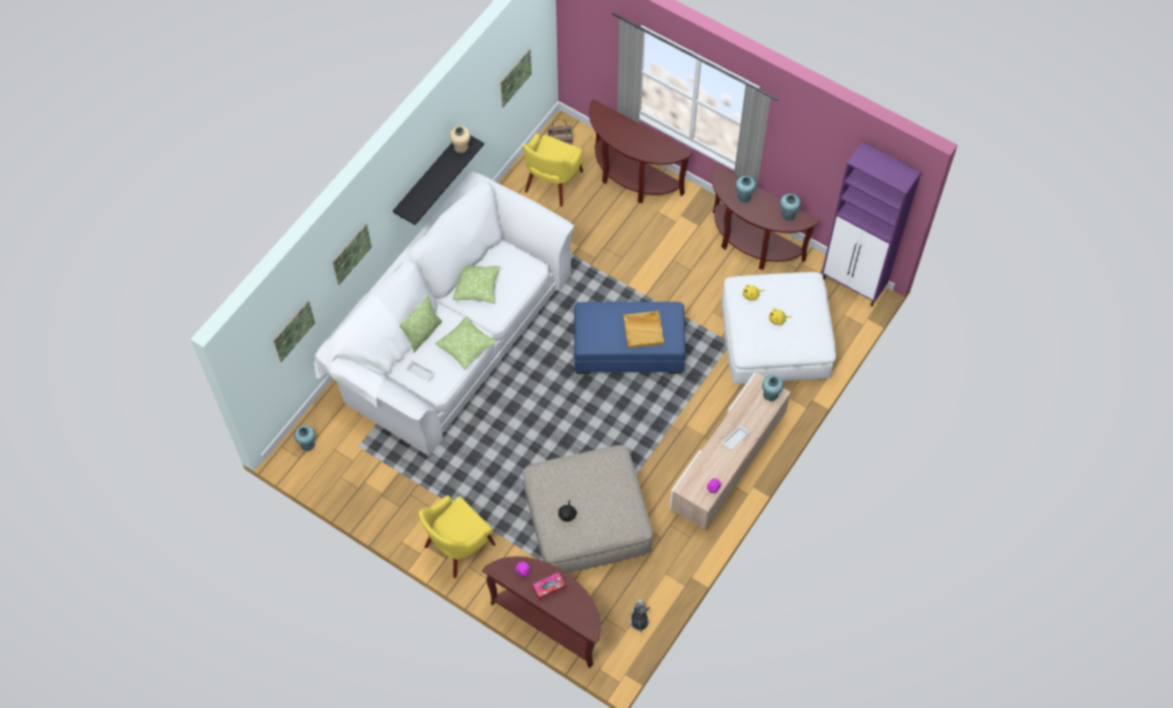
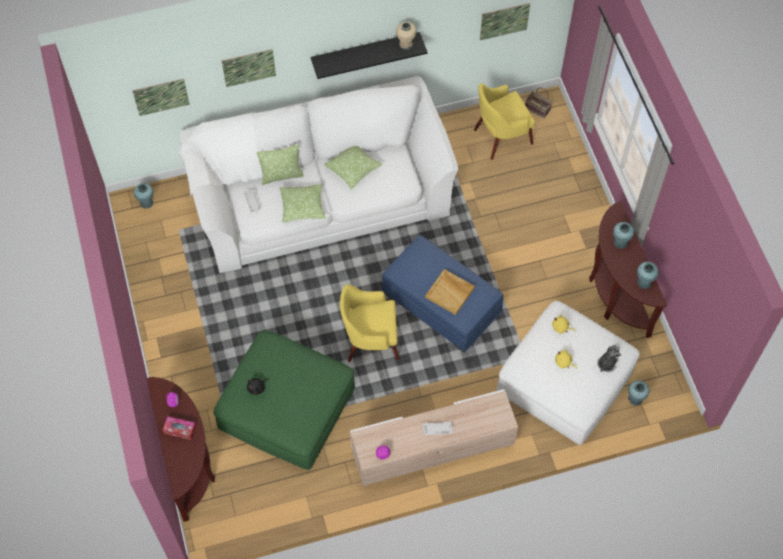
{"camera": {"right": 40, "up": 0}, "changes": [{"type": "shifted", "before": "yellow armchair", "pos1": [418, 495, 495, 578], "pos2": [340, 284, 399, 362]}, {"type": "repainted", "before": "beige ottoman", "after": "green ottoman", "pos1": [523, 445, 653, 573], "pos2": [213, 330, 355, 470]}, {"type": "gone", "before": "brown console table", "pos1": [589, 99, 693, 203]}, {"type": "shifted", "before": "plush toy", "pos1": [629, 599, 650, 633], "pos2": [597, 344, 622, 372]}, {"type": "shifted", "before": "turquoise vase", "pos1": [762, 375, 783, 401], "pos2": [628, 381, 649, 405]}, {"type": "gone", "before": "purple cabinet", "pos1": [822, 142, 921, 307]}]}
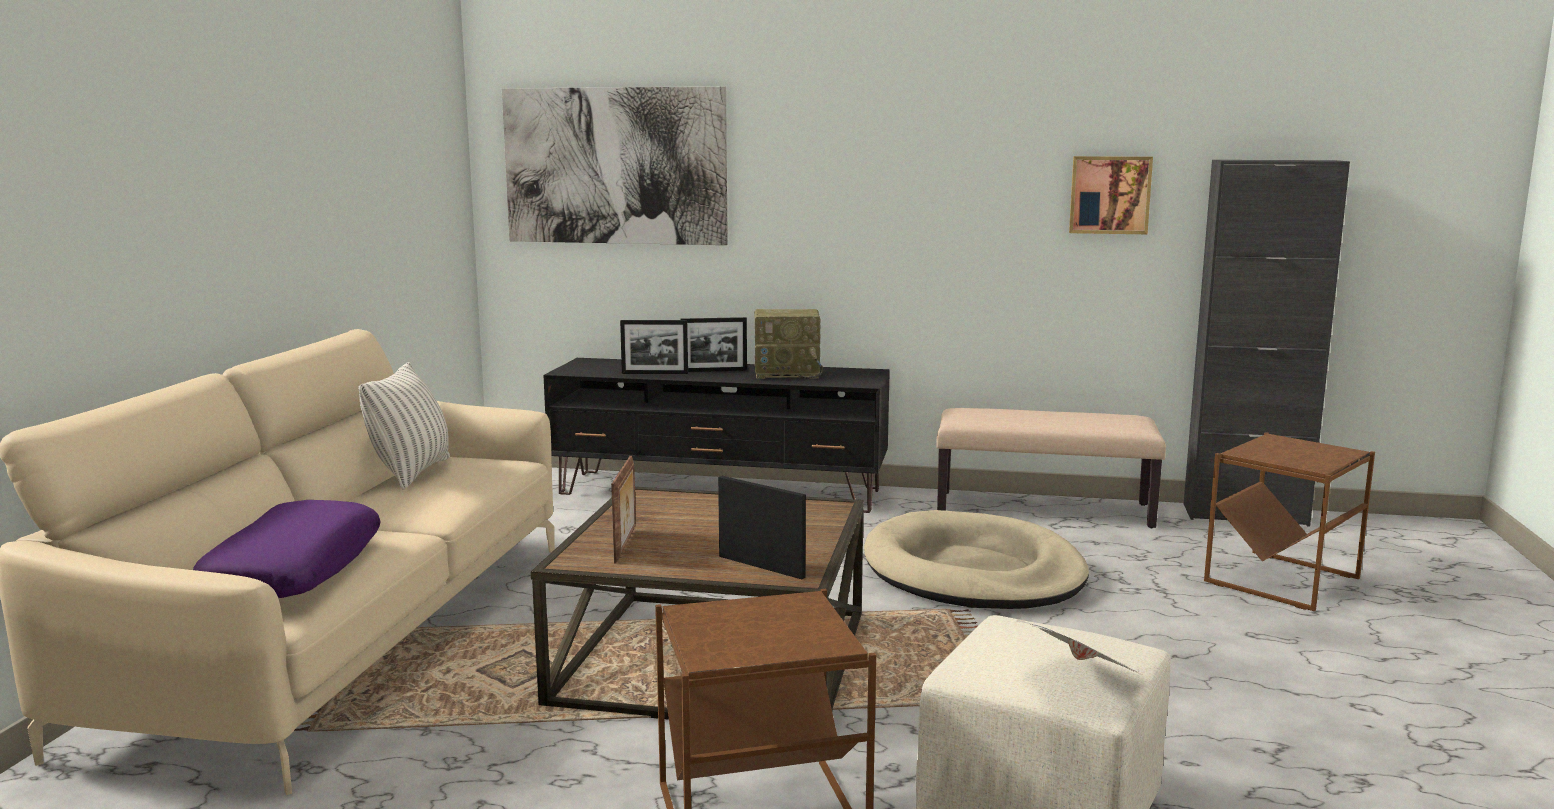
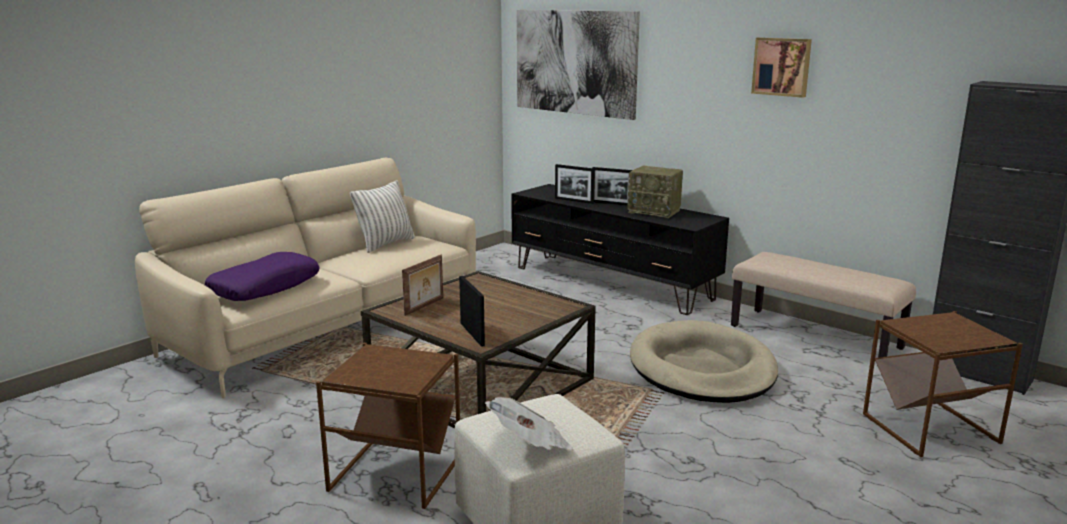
{"camera": {"right": 30, "up": 5}, "changes": [{"type": "shifted", "before": "picture", "pos1": [1069, 156, 1153, 234], "pos2": [751, 37, 812, 98]}]}
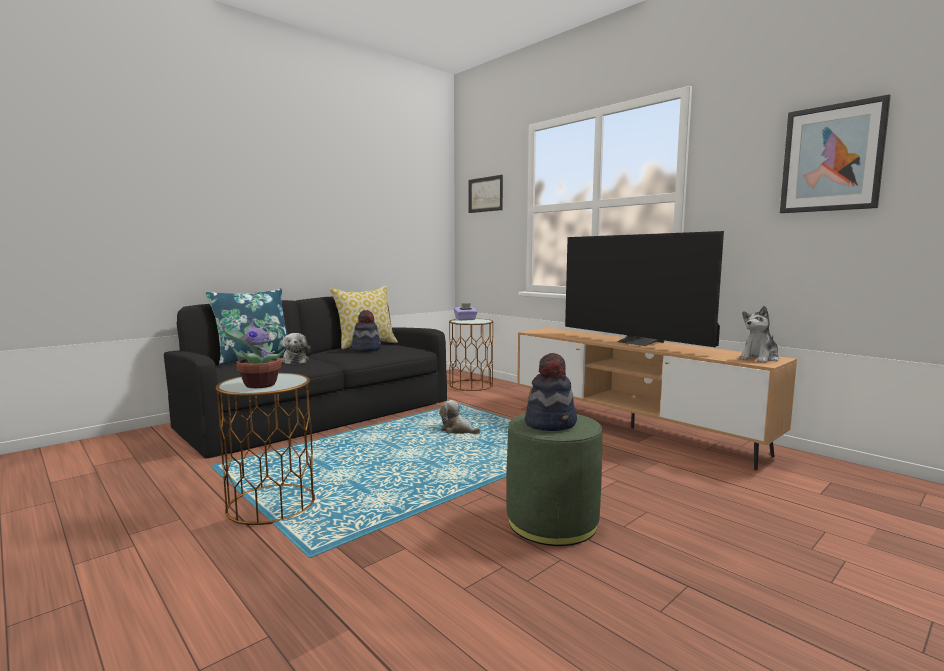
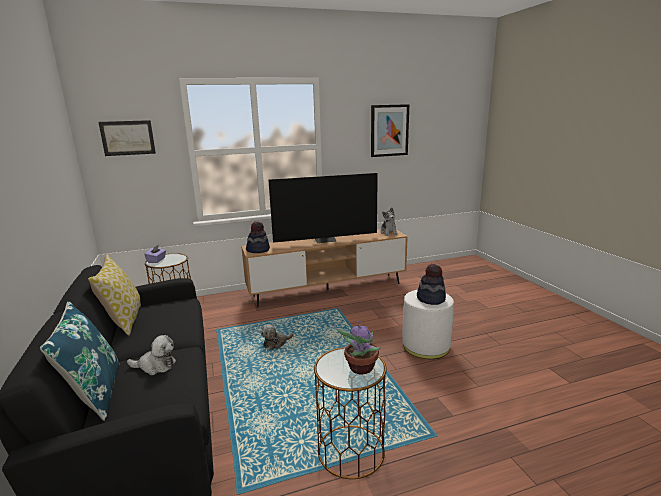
{"camera": {"right": -65, "up": 10}, "changes": [{"type": "shifted", "before": "hat", "pos1": [352, 310, 381, 352], "pos2": [246, 221, 270, 253]}, {"type": "repainted", "before": "green ottoman", "after": "white ottoman", "pos1": [507, 413, 602, 546], "pos2": [402, 290, 454, 359]}]}
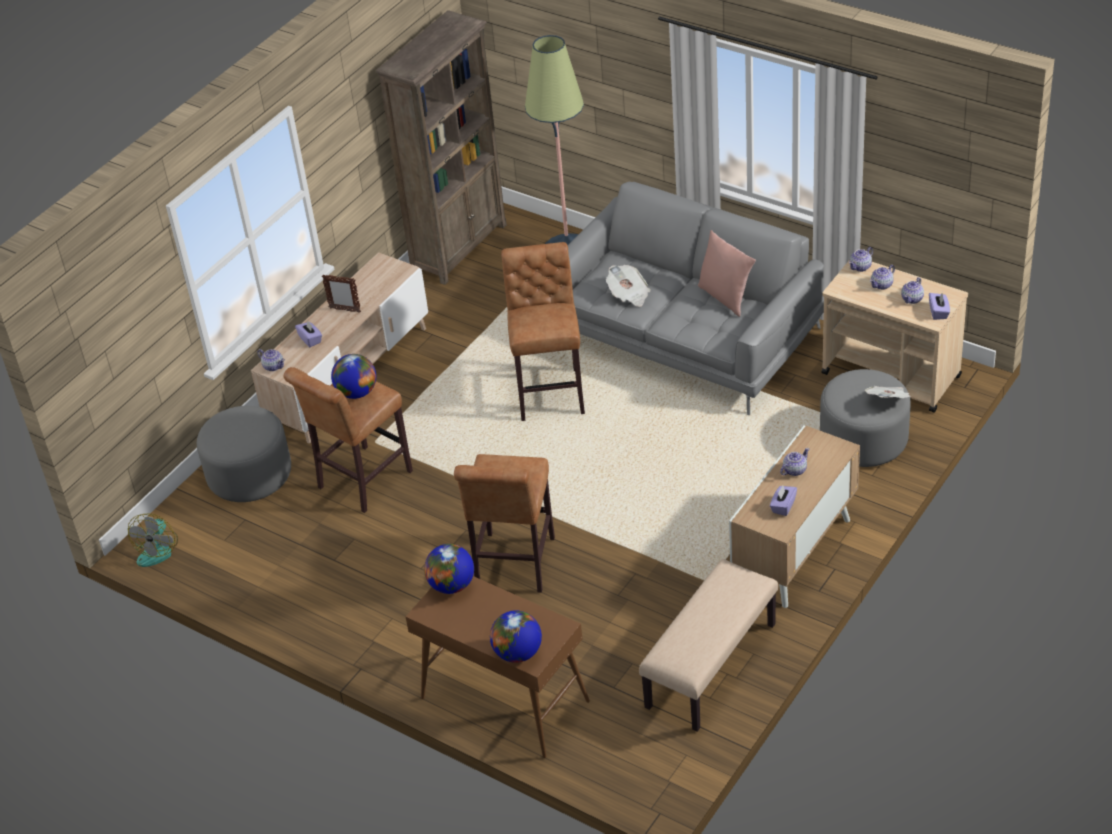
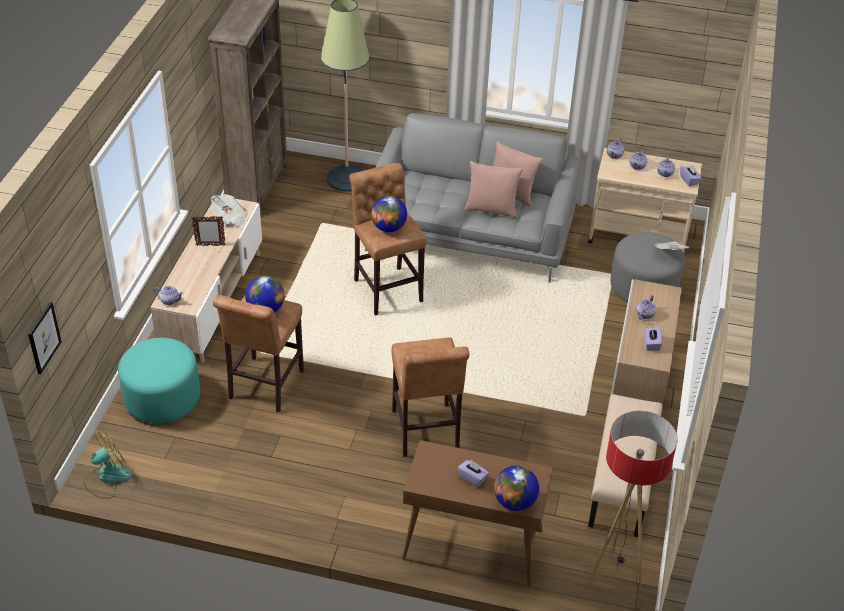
{"camera": {"right": -25, "up": 0}, "changes": [{"type": "rotated", "before": "fan", "pos1": [128, 513, 178, 567], "pos2": [83, 430, 132, 499], "turn": -120}, {"type": "repainted", "before": "grey ottoman", "after": "turquoise ottoman", "pos1": [197, 406, 291, 502], "pos2": [118, 338, 200, 424]}, {"type": "shifted", "before": "purple tissue box", "pos1": [295, 320, 322, 347], "pos2": [457, 460, 489, 487]}, {"type": "shifted", "before": "globe", "pos1": [424, 544, 474, 594], "pos2": [371, 196, 407, 232]}, {"type": "shifted", "before": "newspaper", "pos1": [606, 265, 650, 307], "pos2": [211, 194, 248, 227]}, {"type": "new", "after": "picture", "pos2": [28, 302, 62, 374]}, {"type": "new", "after": "pink pillow", "pos2": [465, 161, 523, 219]}, {"type": "new", "after": "floor lamp", "pos2": [588, 411, 678, 590]}]}
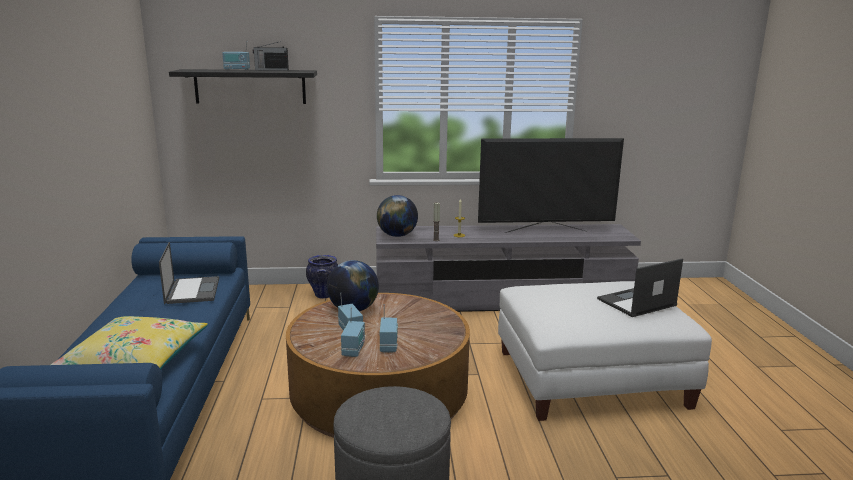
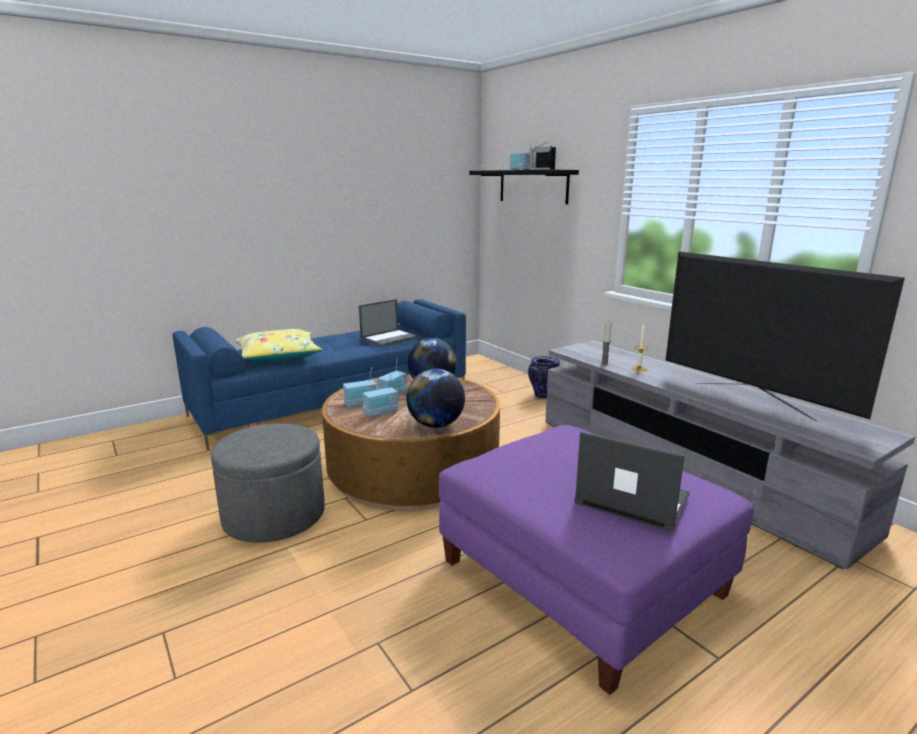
{"camera": {"right": 60, "up": 0}, "changes": [{"type": "shifted", "before": "globe", "pos1": [377, 195, 418, 237], "pos2": [406, 369, 465, 428]}, {"type": "repainted", "before": "white ottoman", "after": "purple ottoman", "pos1": [498, 281, 712, 421], "pos2": [439, 425, 754, 695]}]}
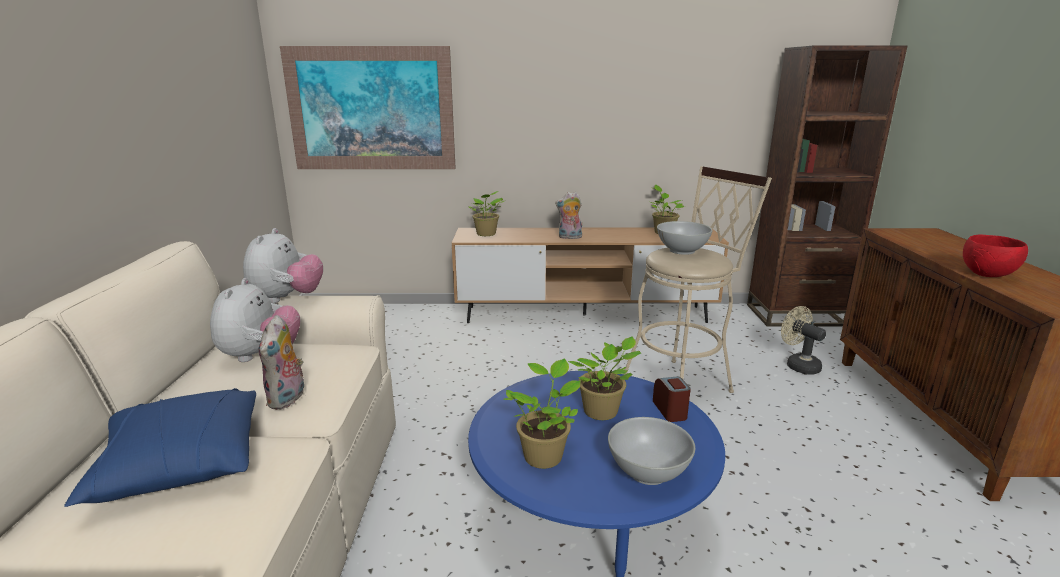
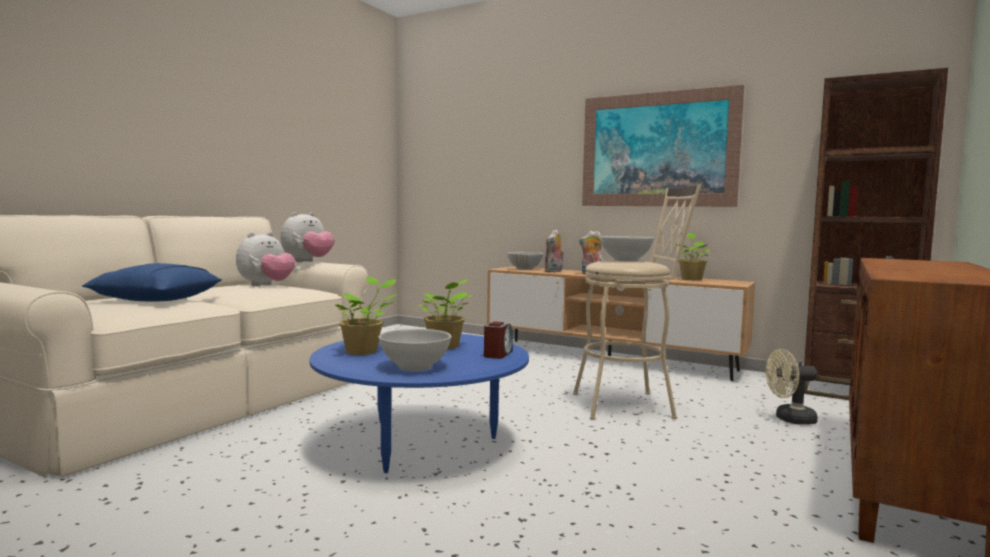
{"camera": {"right": 30, "up": -15}, "changes": [{"type": "shifted", "before": "plush toy", "pos1": [259, 315, 304, 410], "pos2": [545, 229, 564, 273]}, {"type": "shifted", "before": "picture", "pos1": [280, 46, 456, 169], "pos2": [582, 85, 744, 207]}, {"type": "swapped", "before": "potted plant", "after": "white bowl", "pos1": [468, 191, 504, 236], "pos2": [507, 252, 544, 270]}, {"type": "rotated", "before": "beige fan", "pos1": [781, 306, 826, 374], "pos2": [766, 349, 818, 425], "turn": -90}, {"type": "gone", "before": "red bowl", "pos1": [963, 235, 1028, 277]}]}
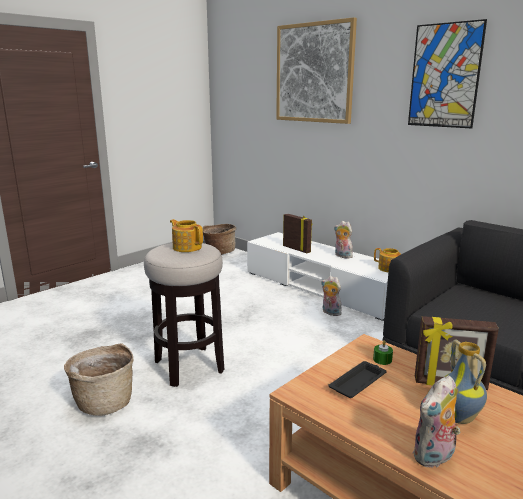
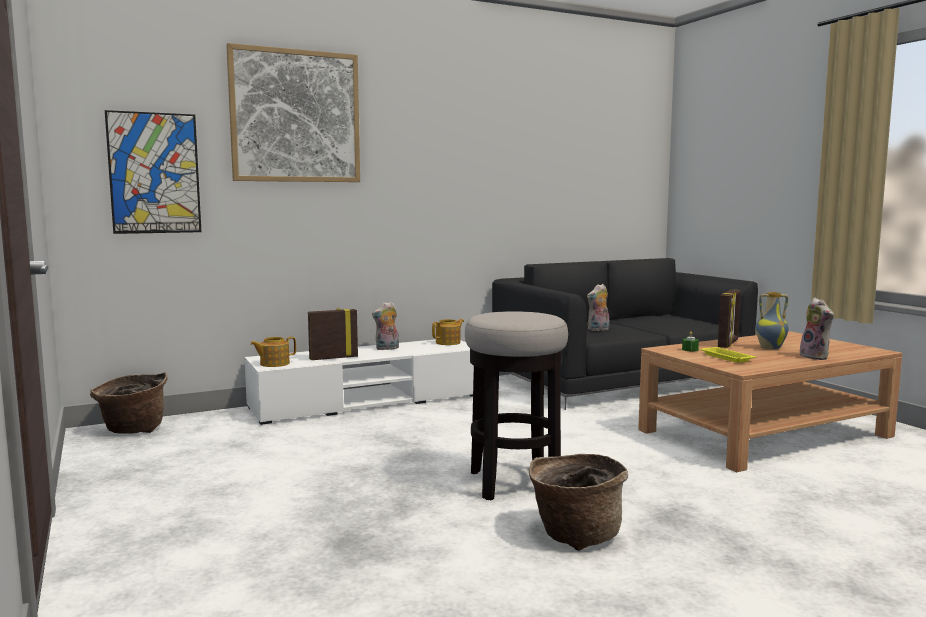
{"camera": {"right": -70, "up": -10}, "changes": [{"type": "shifted", "before": "teapot", "pos1": [170, 219, 203, 252], "pos2": [250, 337, 296, 367]}, {"type": "shifted", "before": "plush toy", "pos1": [321, 276, 342, 316], "pos2": [587, 284, 609, 331]}, {"type": "repainted", "before": "black tray", "after": "yellow tray", "pos1": [328, 361, 387, 398], "pos2": [700, 347, 756, 363]}, {"type": "shifted", "before": "picture", "pos1": [408, 19, 487, 129], "pos2": [105, 110, 201, 234]}]}
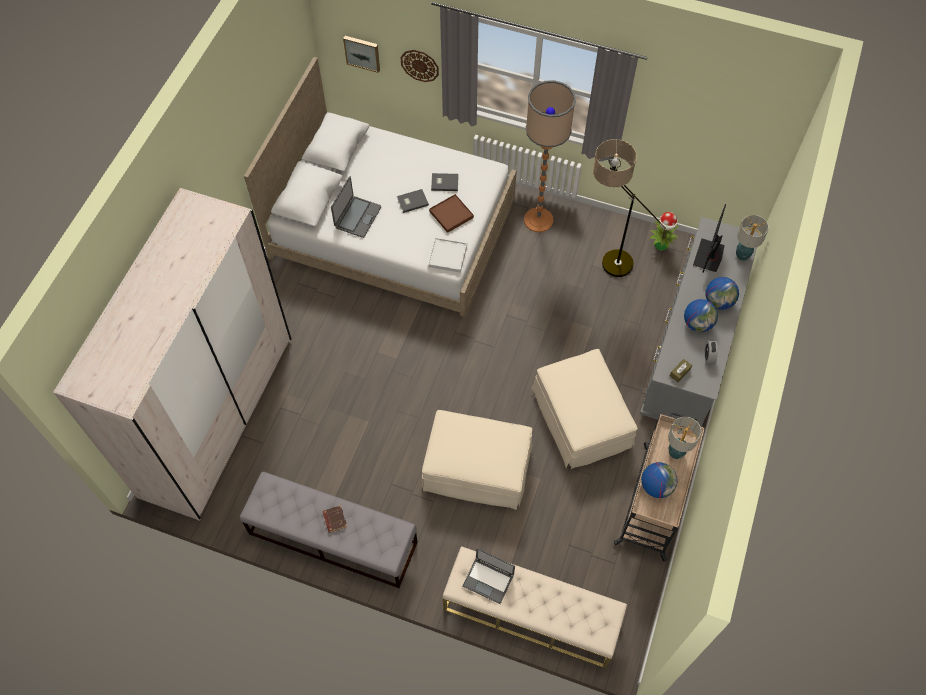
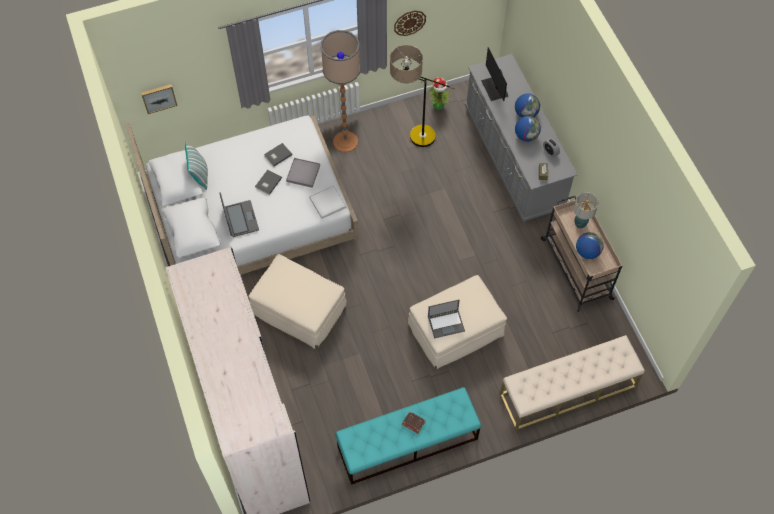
{"camera": {"right": -40, "up": 0}, "changes": [{"type": "repainted", "before": "grey bench", "after": "turquoise bench", "pos1": [240, 472, 417, 588], "pos2": [336, 387, 481, 485]}, {"type": "shifted", "before": "wall clock", "pos1": [400, 50, 439, 82], "pos2": [394, 10, 426, 36]}, {"type": "repainted", "before": "brown tray", "after": "grey tray", "pos1": [429, 194, 474, 233], "pos2": [286, 158, 320, 188]}, {"type": "shifted", "before": "laptop", "pos1": [462, 548, 515, 604], "pos2": [428, 299, 465, 339]}, {"type": "shifted", "before": "beige ottoman", "pos1": [532, 349, 638, 469], "pos2": [249, 254, 347, 349]}, {"type": "gone", "before": "table lamp", "pos1": [736, 215, 769, 261]}, {"type": "new", "after": "pillow", "pos2": [185, 141, 208, 190]}]}
